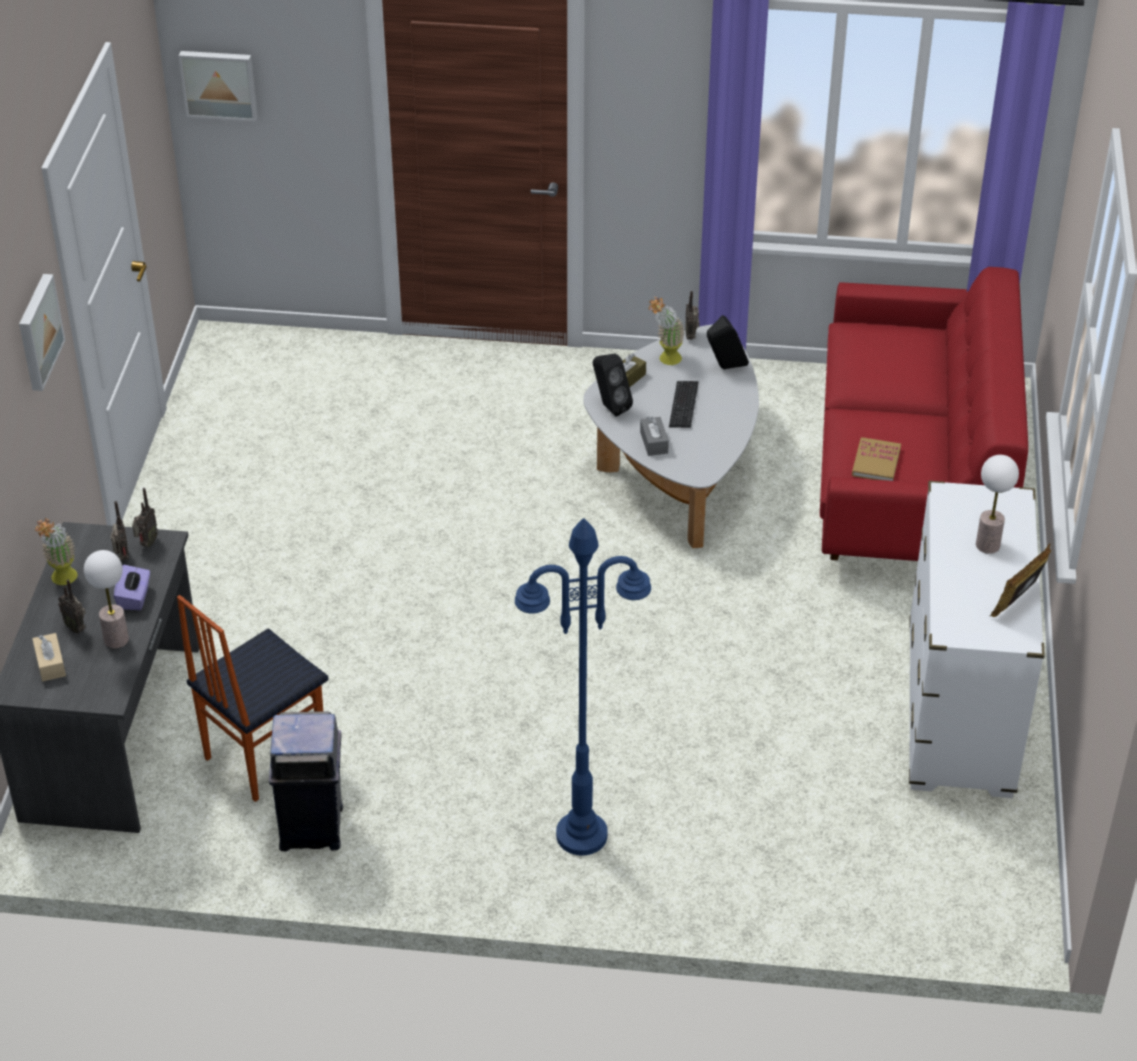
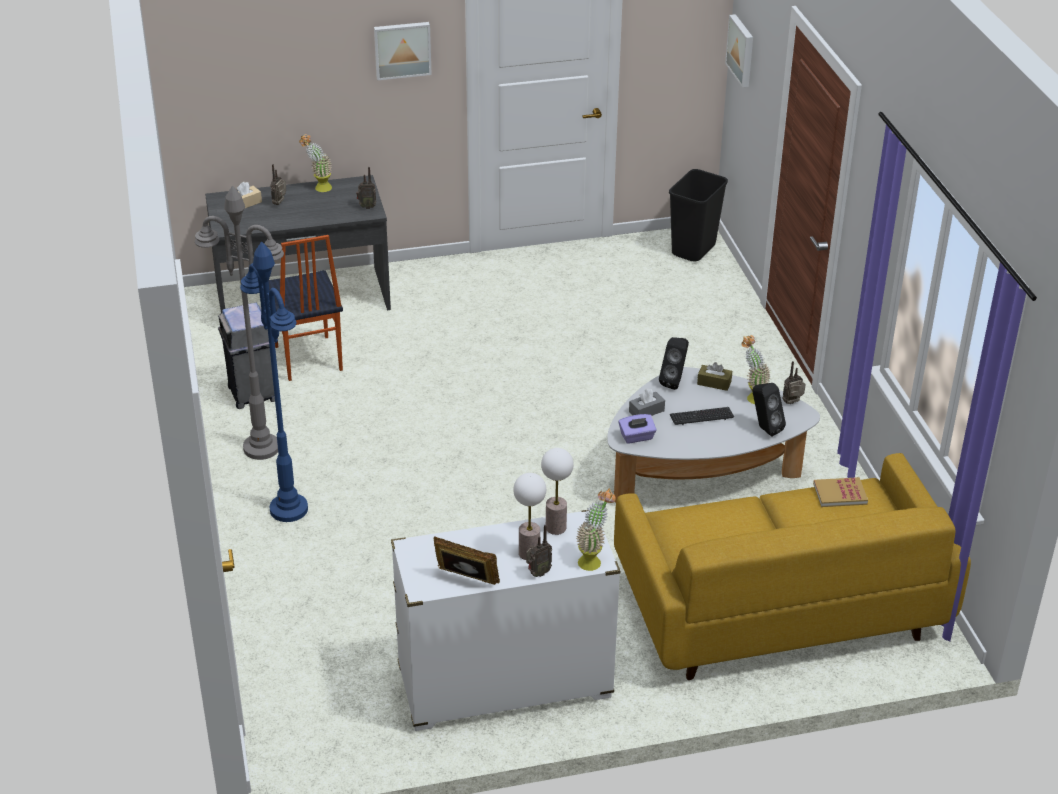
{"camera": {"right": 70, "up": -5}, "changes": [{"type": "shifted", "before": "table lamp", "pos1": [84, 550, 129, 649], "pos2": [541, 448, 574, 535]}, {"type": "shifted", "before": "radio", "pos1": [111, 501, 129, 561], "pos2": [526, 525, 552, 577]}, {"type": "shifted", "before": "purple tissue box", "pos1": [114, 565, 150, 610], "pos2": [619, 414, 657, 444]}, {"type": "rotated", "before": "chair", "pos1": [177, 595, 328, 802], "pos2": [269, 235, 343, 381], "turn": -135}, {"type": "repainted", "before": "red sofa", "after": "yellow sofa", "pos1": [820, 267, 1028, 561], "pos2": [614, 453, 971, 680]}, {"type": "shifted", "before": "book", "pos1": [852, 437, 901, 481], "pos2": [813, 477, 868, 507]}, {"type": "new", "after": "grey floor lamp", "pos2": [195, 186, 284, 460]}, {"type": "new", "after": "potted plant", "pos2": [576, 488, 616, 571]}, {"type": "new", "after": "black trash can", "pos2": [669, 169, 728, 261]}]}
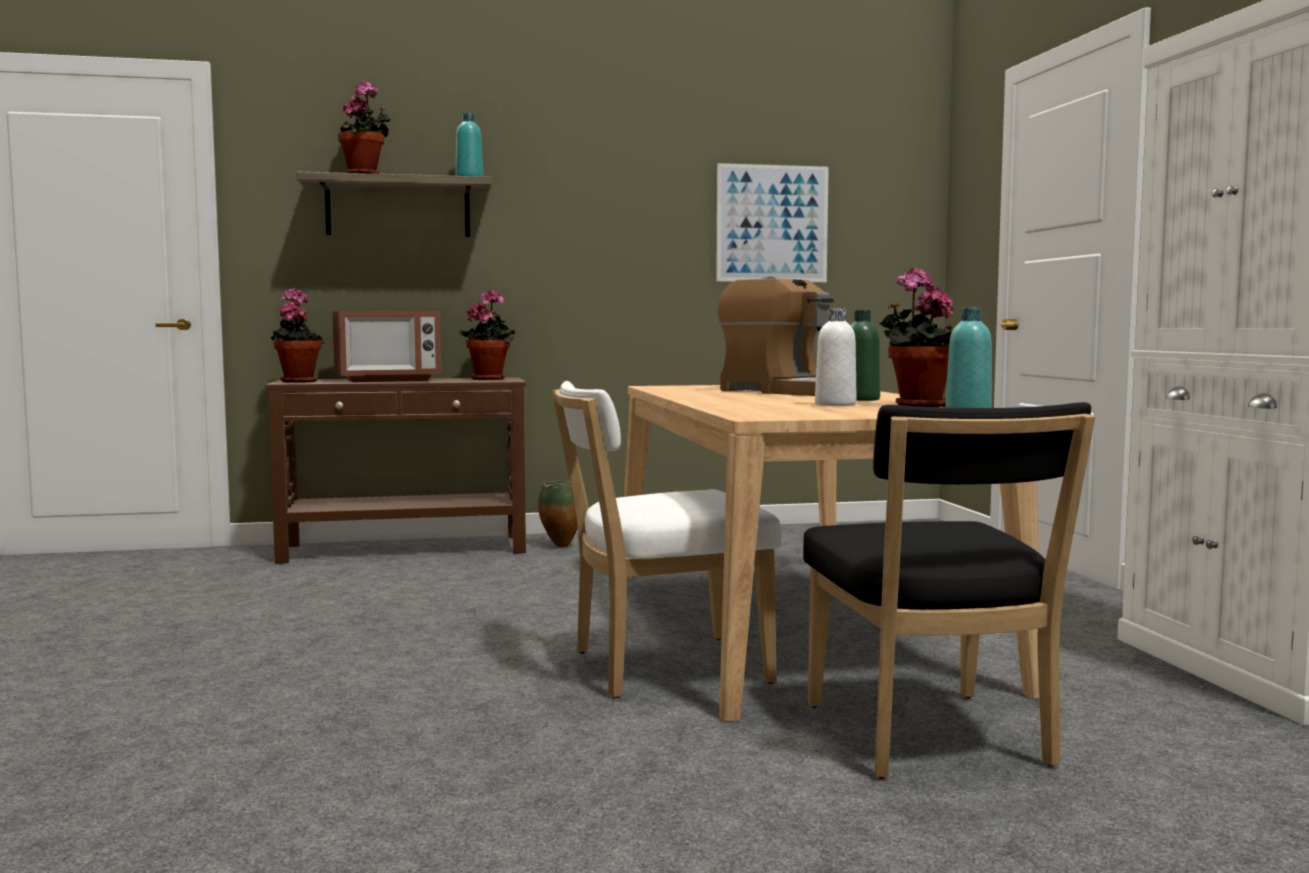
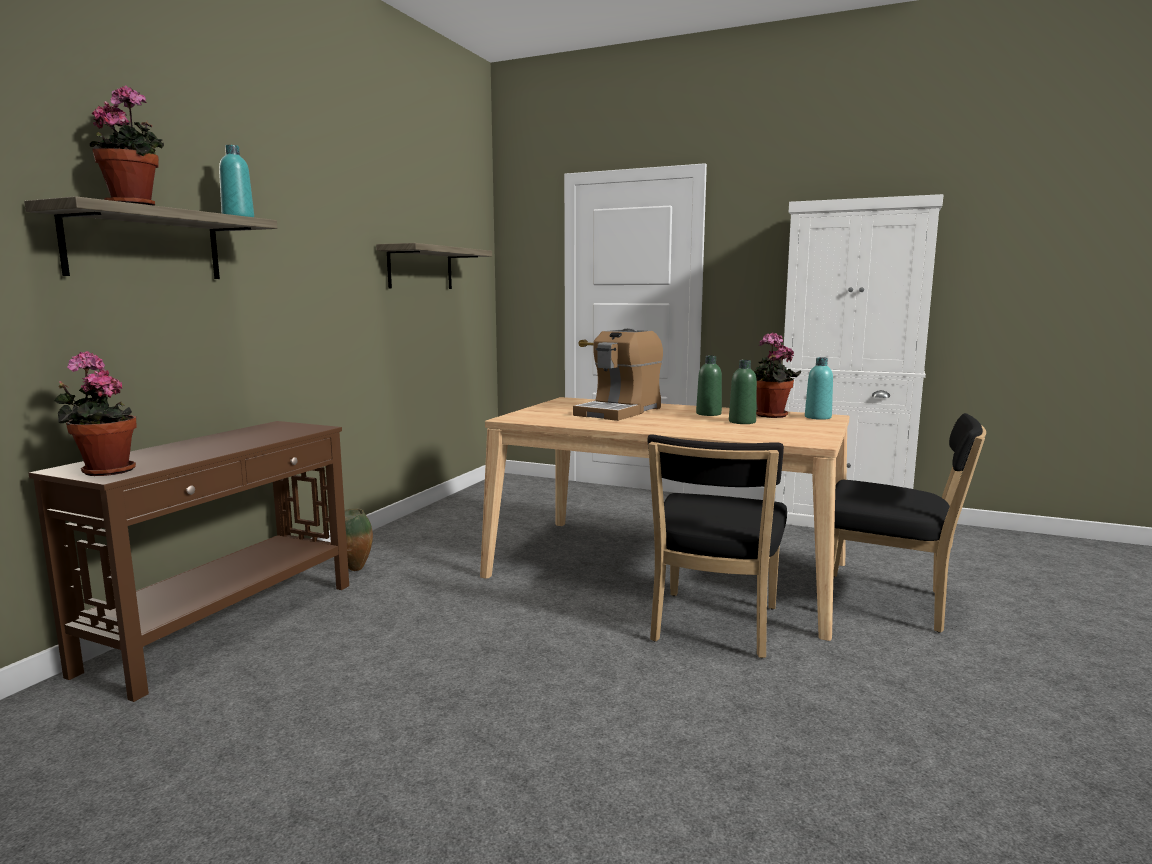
{"camera": {"right": -55, "up": 5}, "changes": [{"type": "gone", "before": "microwave", "pos1": [333, 311, 442, 382]}, {"type": "gone", "before": "potted plant", "pos1": [459, 289, 515, 380]}, {"type": "repainted", "before": "white chair", "after": "black chair", "pos1": [552, 381, 781, 698], "pos2": [647, 435, 787, 658]}, {"type": "swapped", "before": "picture", "after": "shelf", "pos1": [716, 163, 829, 282], "pos2": [376, 243, 492, 289]}, {"type": "rotated", "before": "coffee machine", "pos1": [718, 277, 834, 396], "pos2": [573, 328, 663, 421], "turn": 135}, {"type": "repainted", "before": "white bottle", "after": "green bottle", "pos1": [815, 309, 857, 406], "pos2": [729, 360, 757, 424]}]}
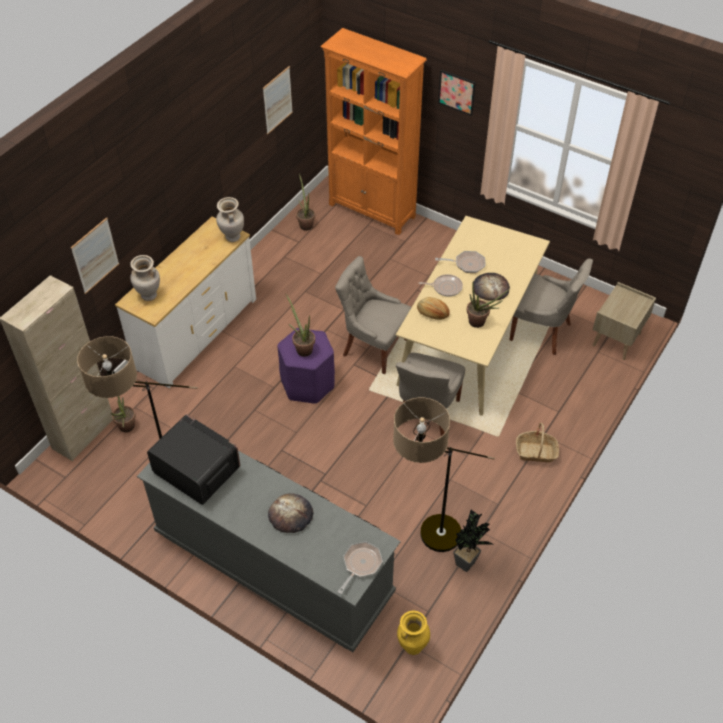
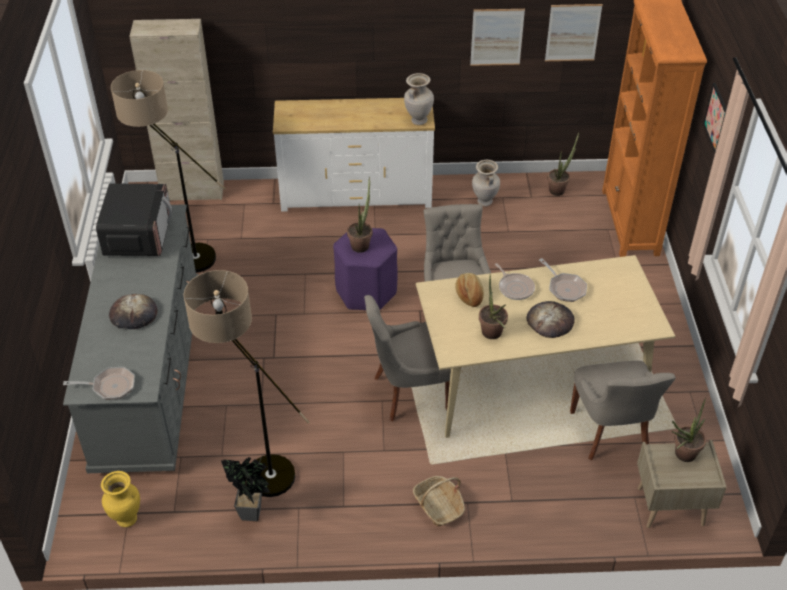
{"camera": {"right": 55, "up": -5}, "changes": [{"type": "shifted", "before": "picture", "pos1": [71, 217, 119, 294], "pos2": [470, 9, 525, 66]}, {"type": "shifted", "before": "potted plant", "pos1": [111, 396, 136, 432], "pos2": [672, 398, 706, 462]}, {"type": "shifted", "before": "beige vase", "pos1": [130, 255, 160, 301], "pos2": [472, 160, 500, 206]}]}
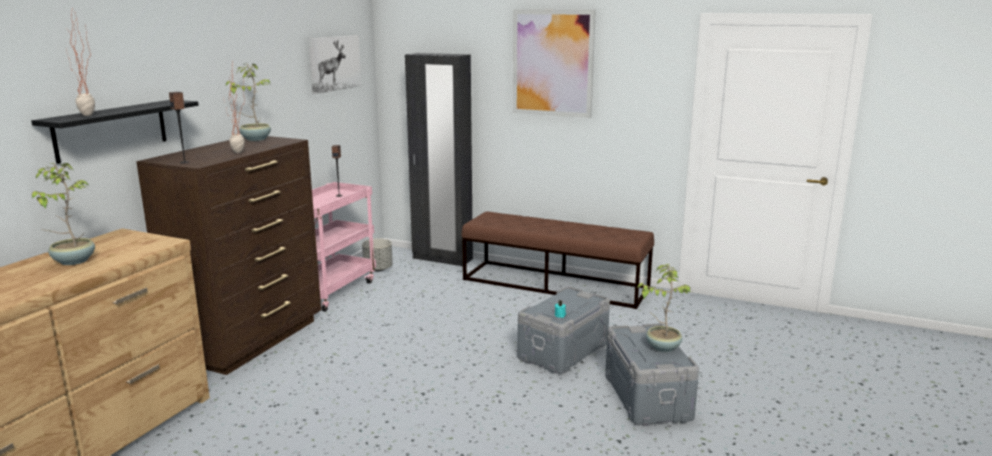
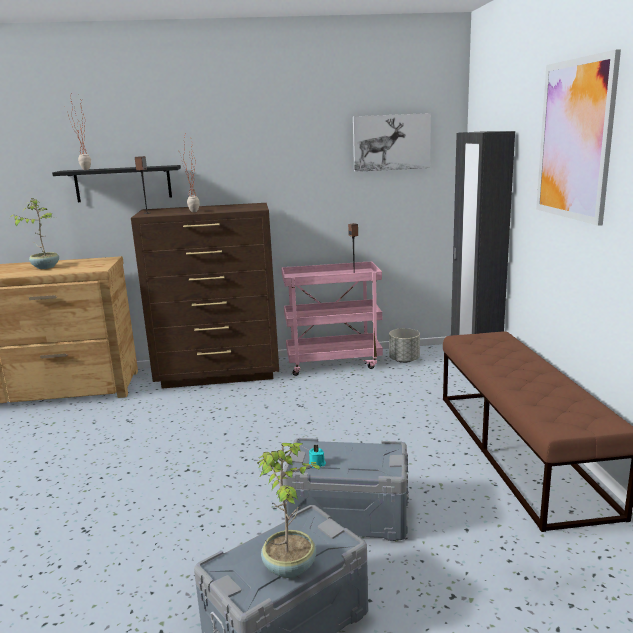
{"camera": {"right": 60, "up": 0}, "changes": [{"type": "gone", "before": "potted plant", "pos1": [226, 63, 271, 141]}]}
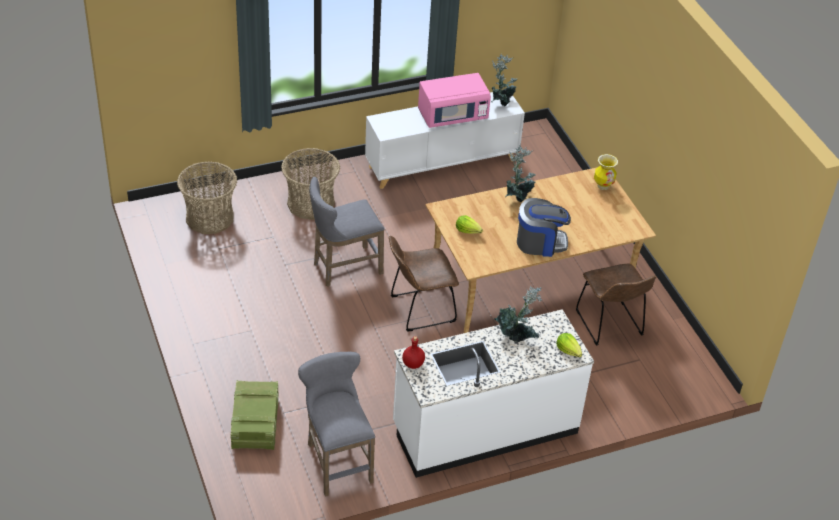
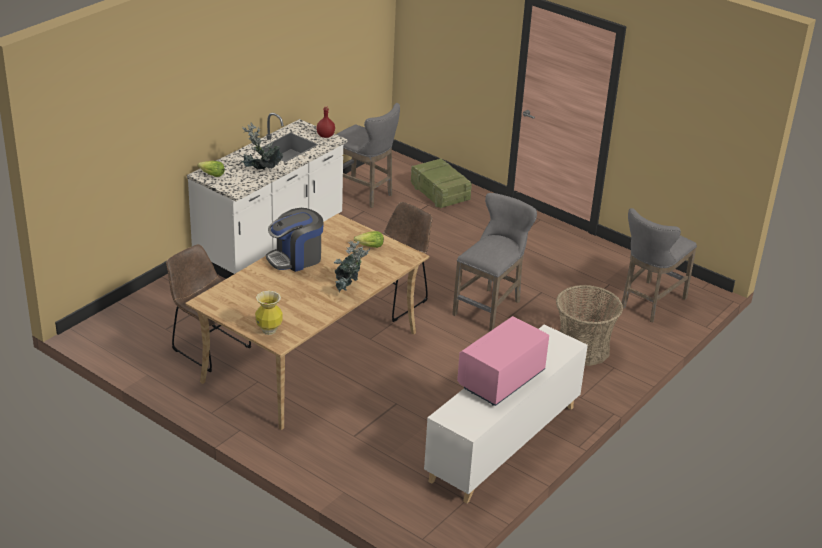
{"camera": {"right": 150, "up": -10}, "changes": [{"type": "swapped", "before": "basket", "after": "grey stool", "pos1": [177, 161, 237, 234], "pos2": [622, 208, 697, 322]}, {"type": "gone", "before": "potted plant", "pos1": [492, 53, 517, 106]}]}
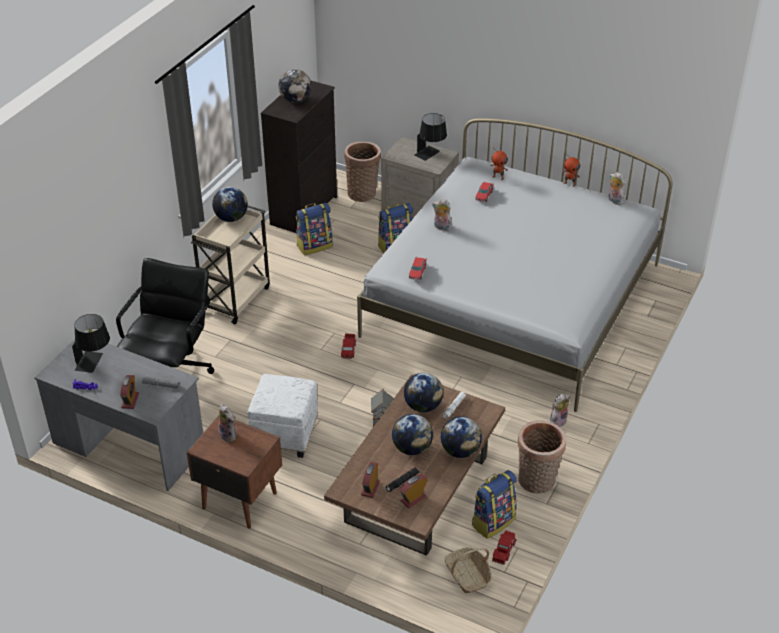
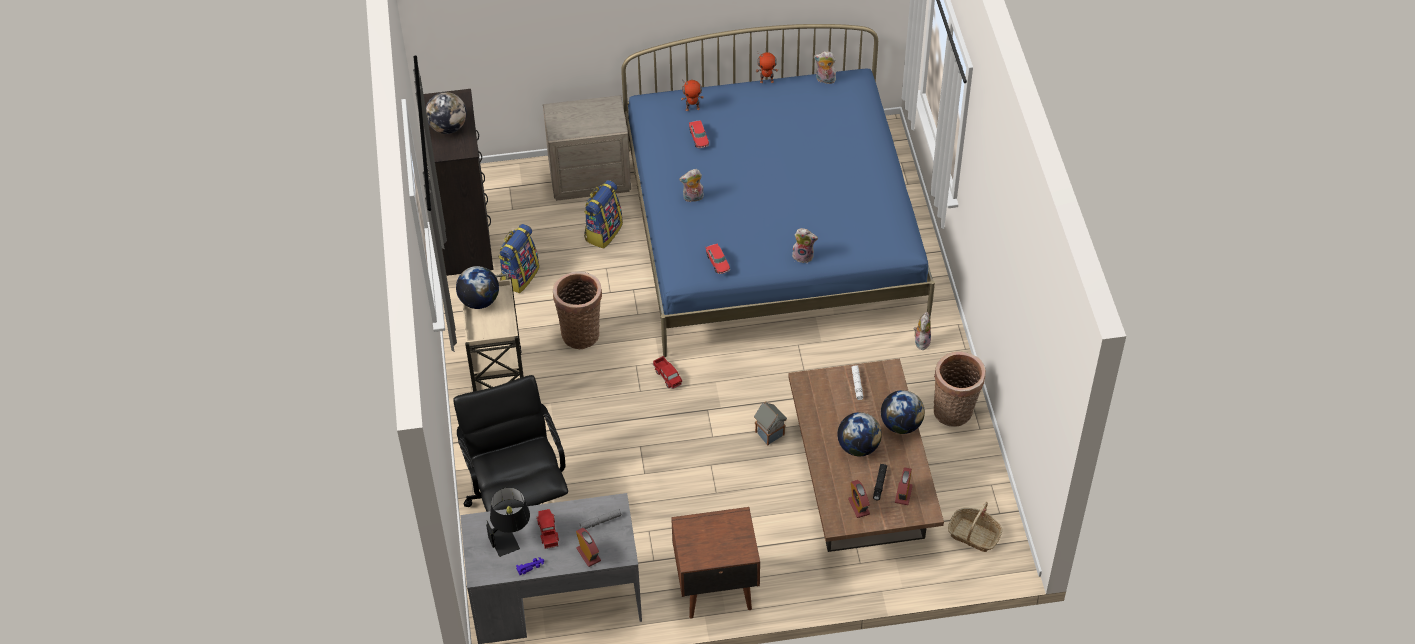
{"camera": {"right": -35, "up": 10}, "changes": [{"type": "shifted", "before": "plush toy", "pos1": [218, 404, 236, 442], "pos2": [792, 228, 818, 263]}, {"type": "gone", "before": "white ottoman", "pos1": [247, 374, 318, 458]}, {"type": "shifted", "before": "basket", "pos1": [344, 142, 381, 202], "pos2": [553, 271, 602, 349]}, {"type": "repainted", "before": "white bed", "after": "blue bed", "pos1": [357, 118, 672, 412], "pos2": [621, 24, 935, 357]}, {"type": "gone", "before": "globe", "pos1": [404, 373, 443, 412]}, {"type": "gone", "before": "black table lamp", "pos1": [414, 113, 447, 161]}, {"type": "gone", "before": "backpack", "pos1": [472, 470, 517, 539]}, {"type": "shifted", "before": "toy truck", "pos1": [492, 531, 517, 565], "pos2": [537, 509, 559, 549]}]}
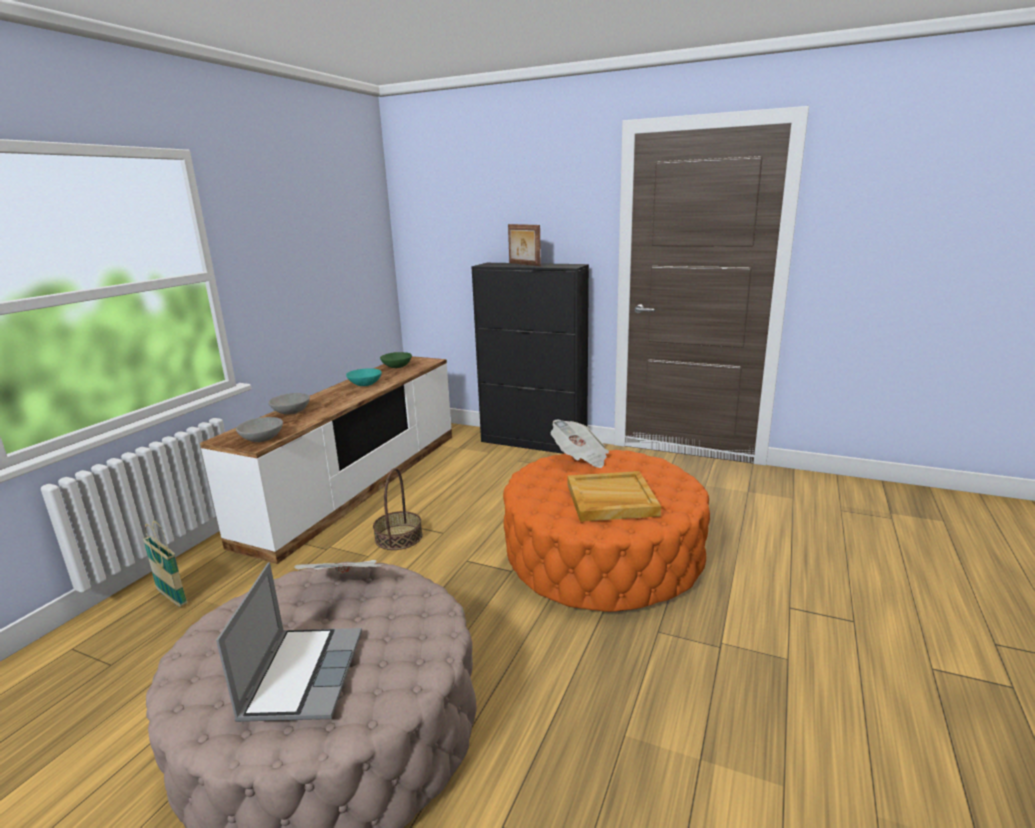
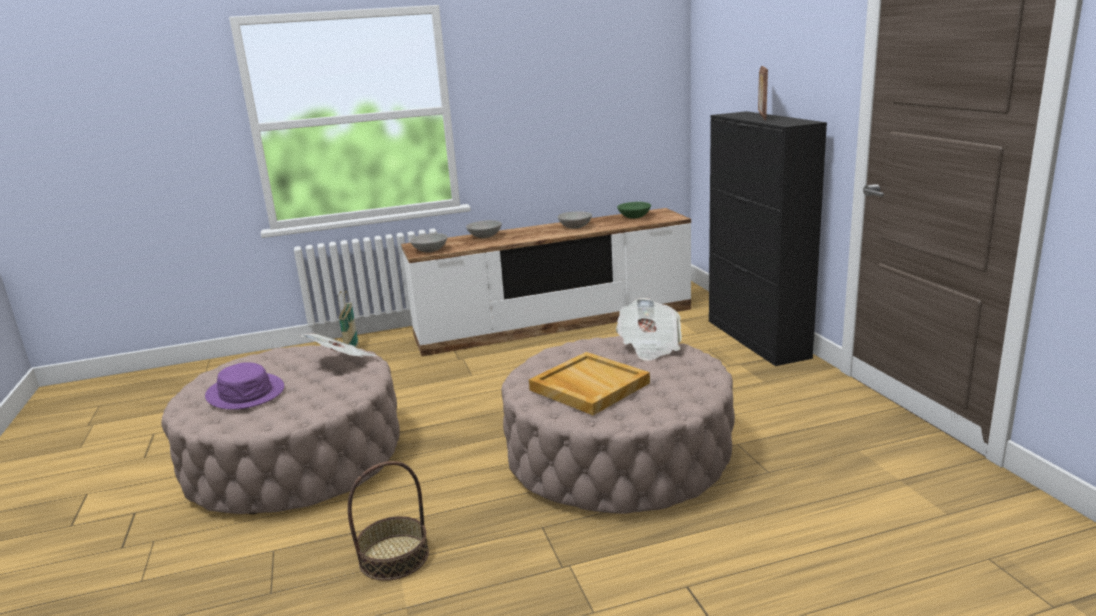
{"camera": {"right": 50, "up": 0}, "changes": [{"type": "swapped", "before": "laptop", "after": "purple hat", "pos1": [216, 562, 362, 722], "pos2": [205, 362, 284, 410]}, {"type": "repainted", "before": "turquoise bowl", "after": "grey bowl", "pos1": [346, 368, 382, 386], "pos2": [558, 212, 592, 229]}, {"type": "shifted", "before": "basket", "pos1": [373, 468, 423, 550], "pos2": [348, 461, 429, 581]}, {"type": "repainted", "before": "orange ottoman", "after": "beige ottoman", "pos1": [503, 450, 710, 612], "pos2": [501, 336, 735, 514]}]}
